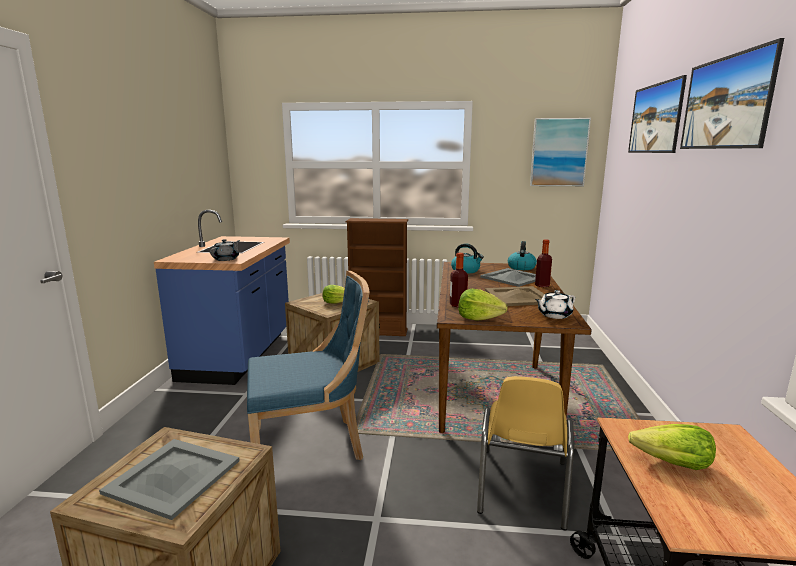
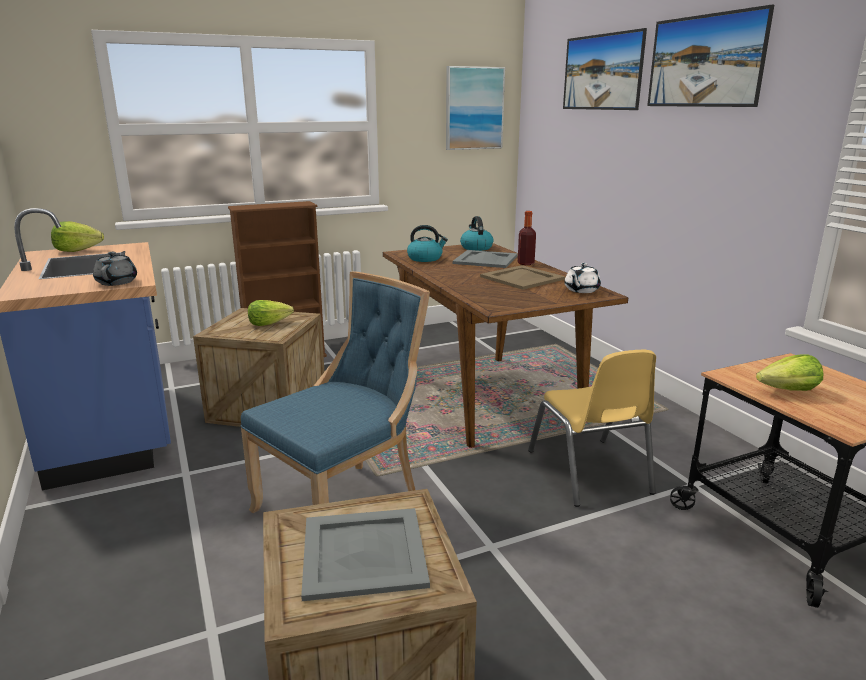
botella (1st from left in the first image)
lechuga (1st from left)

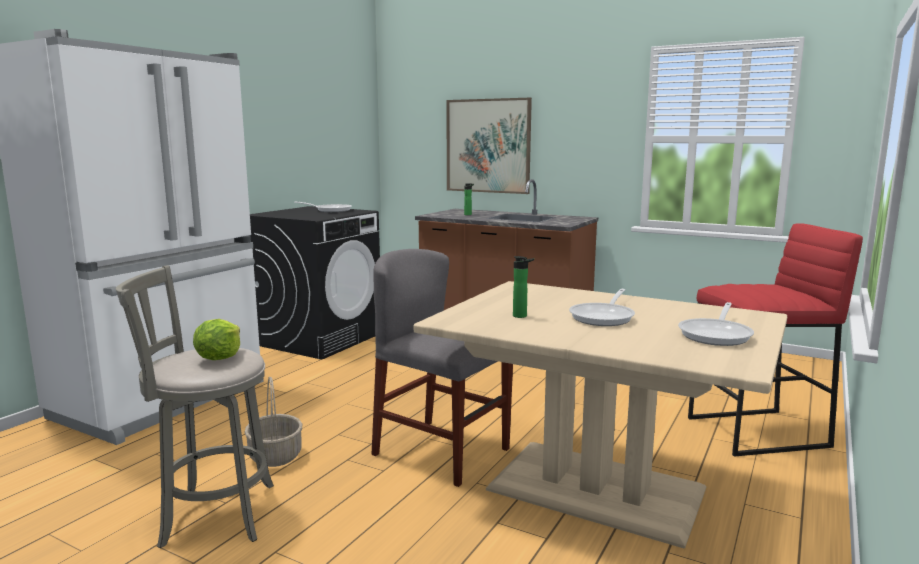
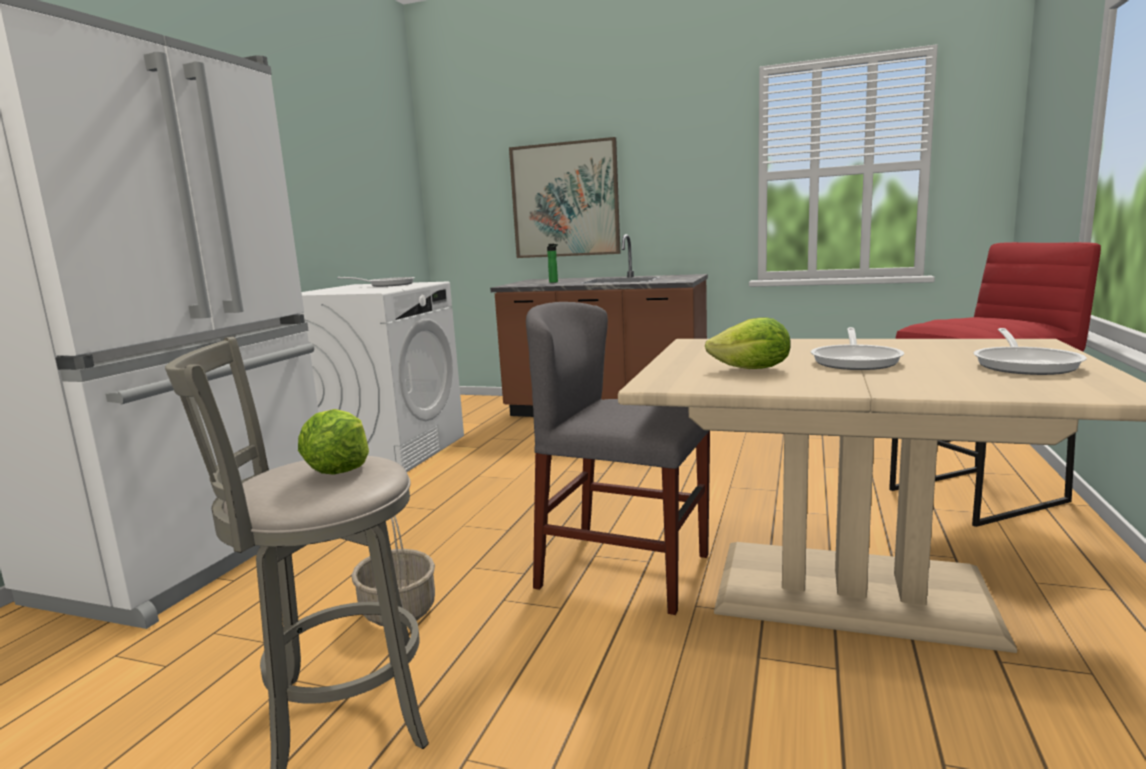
lavadora [blanco]
lechuga (2nd from left)

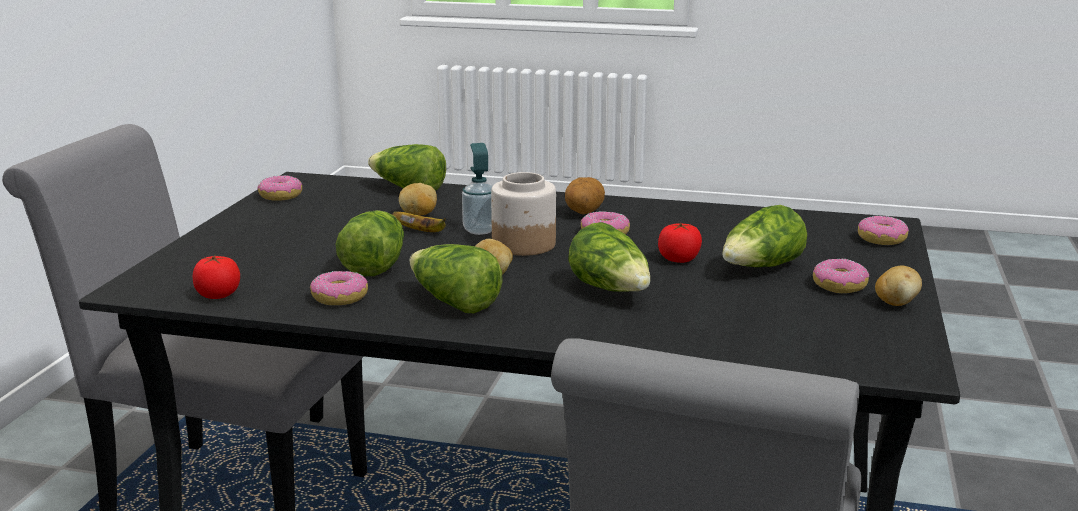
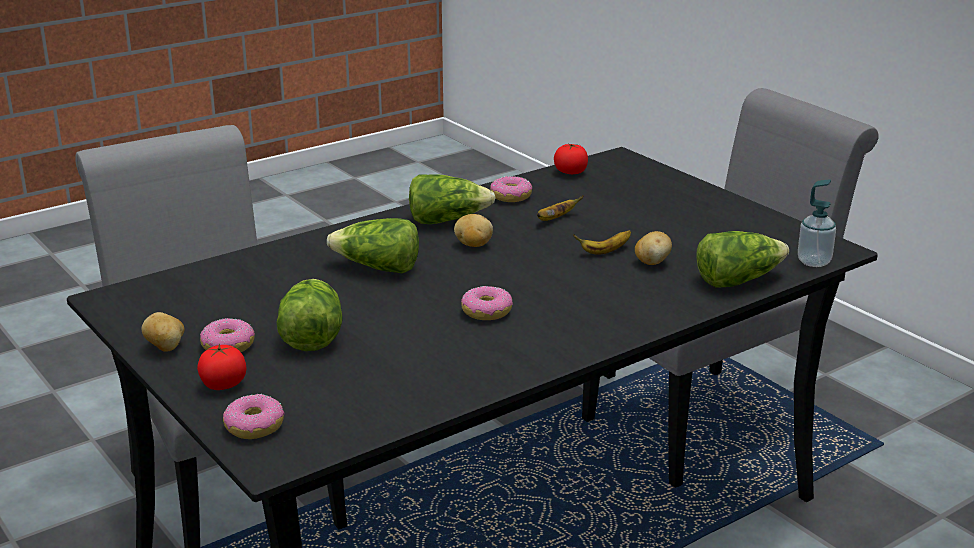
rosquilla (1st from left in the first image)
plátano (1st from left)
dispensador de jabón
tarro
patata (3rd from left in the first image)
tomate (1st from left)

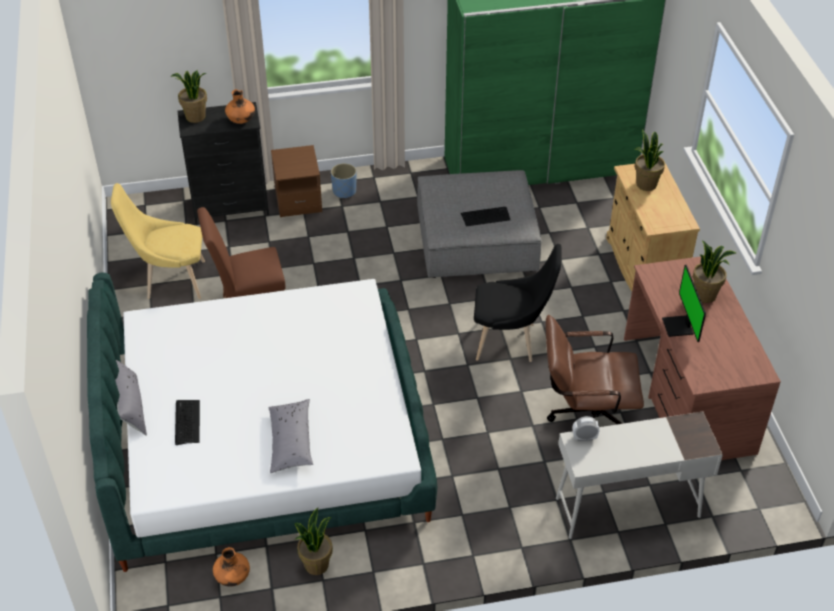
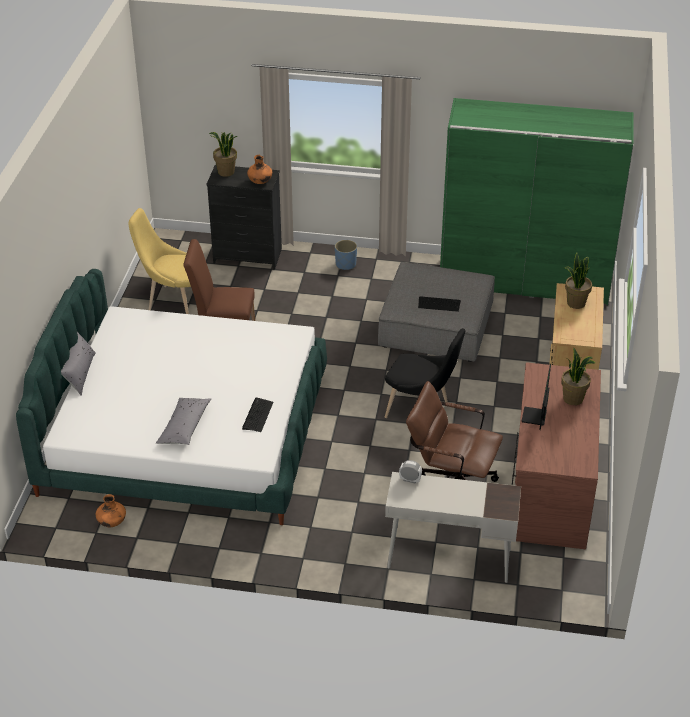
teclado (1st from left)
mesita de noche [marrón]
planta en maceta (2nd from left in the first image)

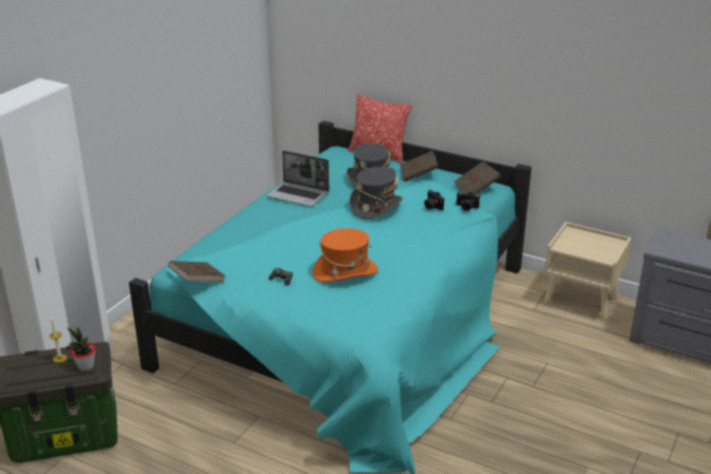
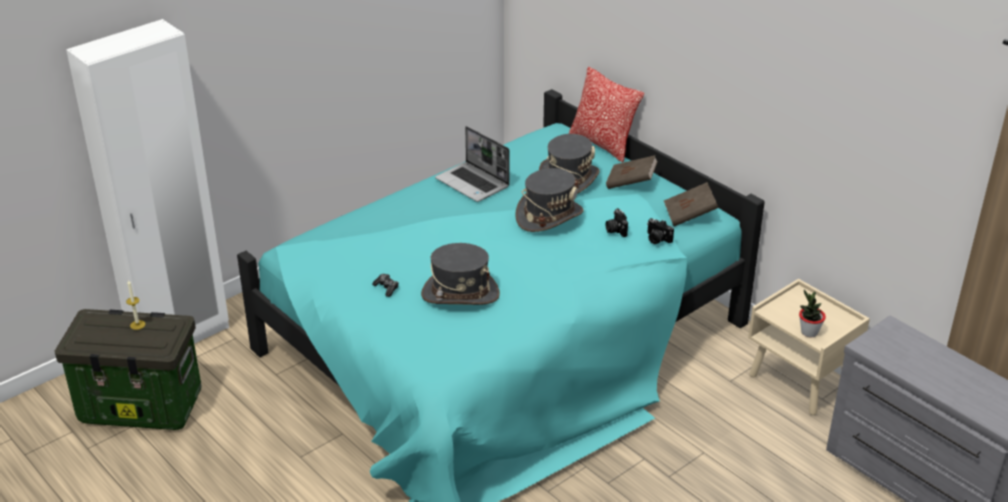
planta en maceta
libro [marrón] (1st from left in the first image)
sombrero [gris] (1st from left)

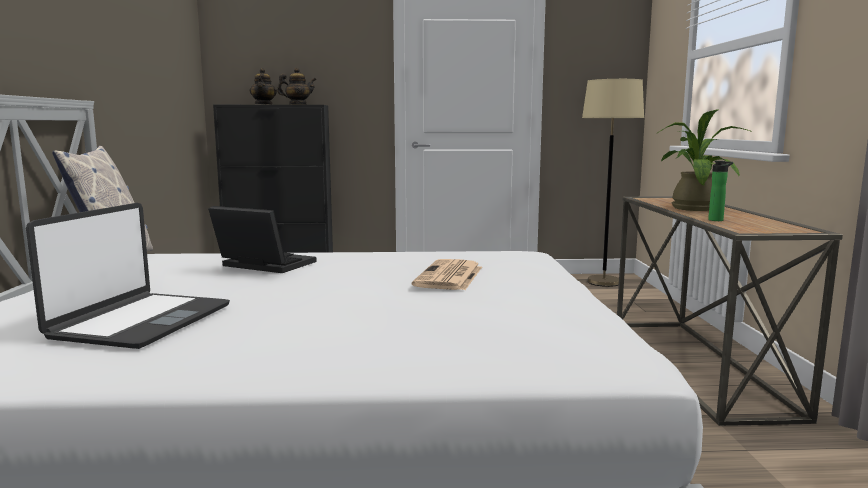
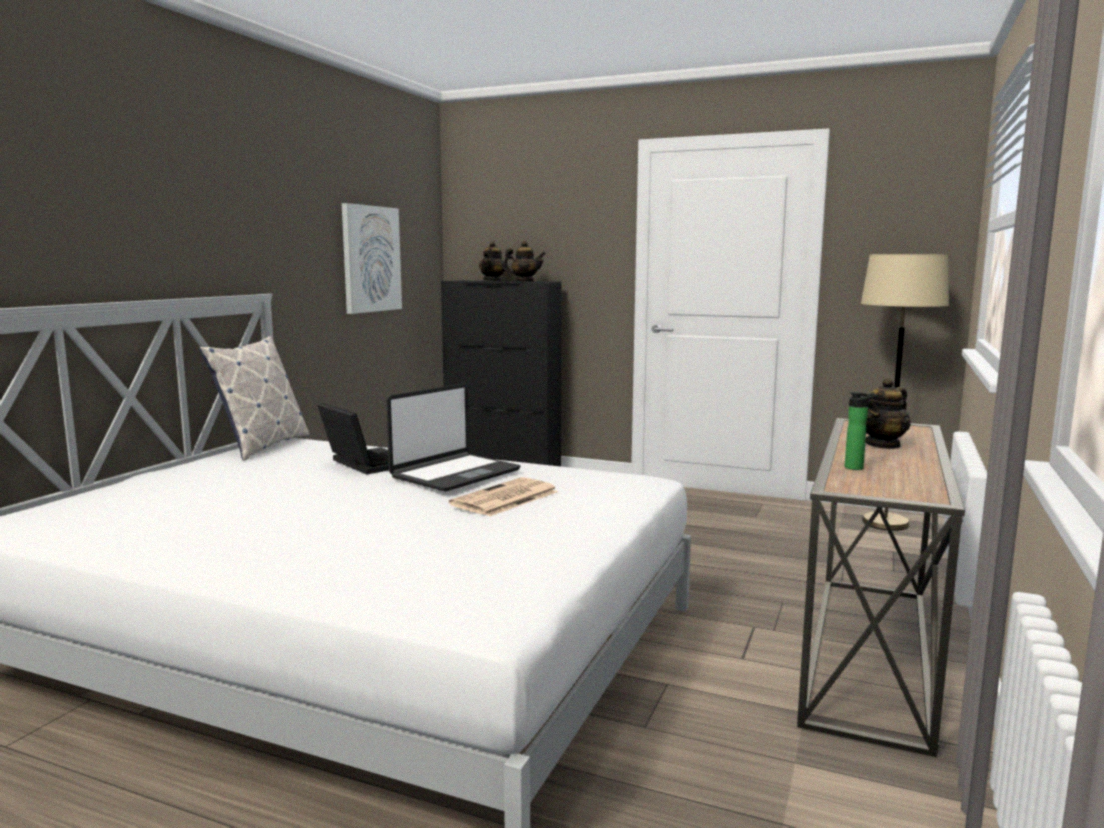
portátil (2nd from left)
tetera (3rd from left)
cuadro

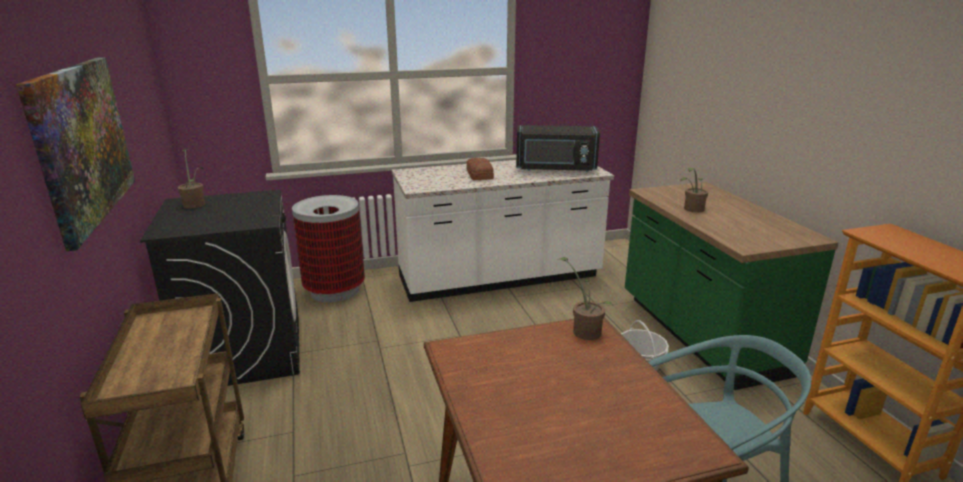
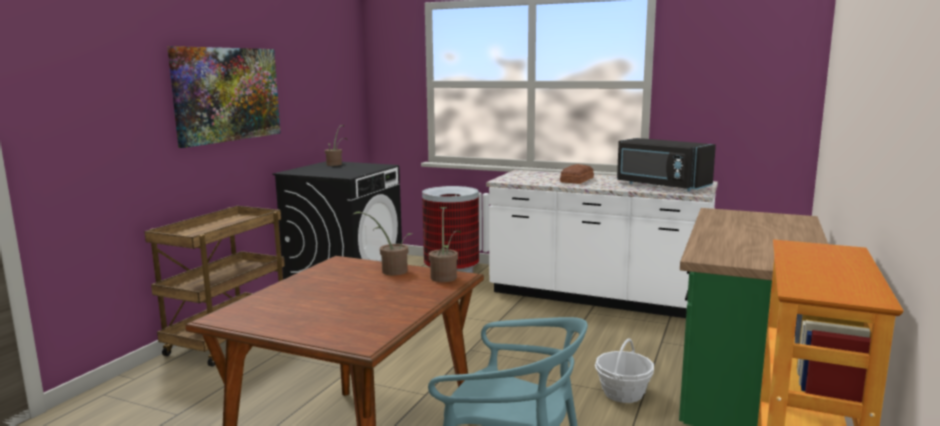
planta en maceta (2nd from left)

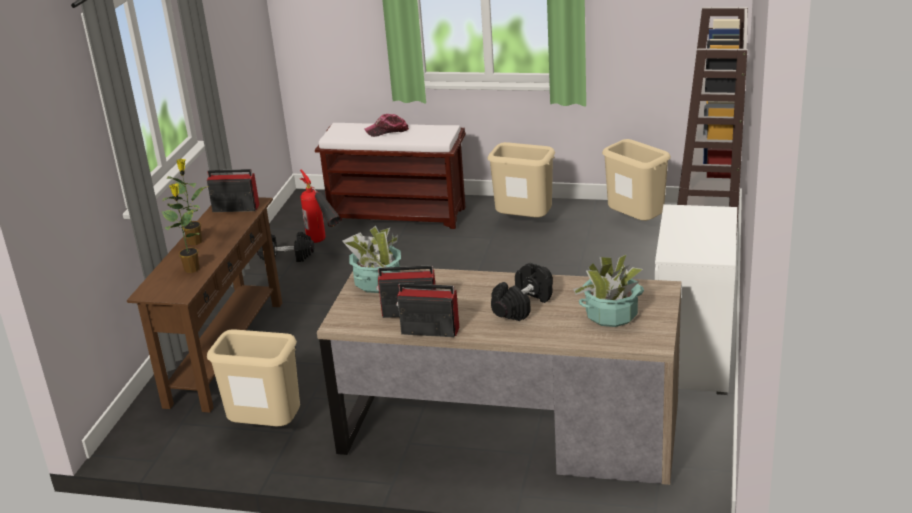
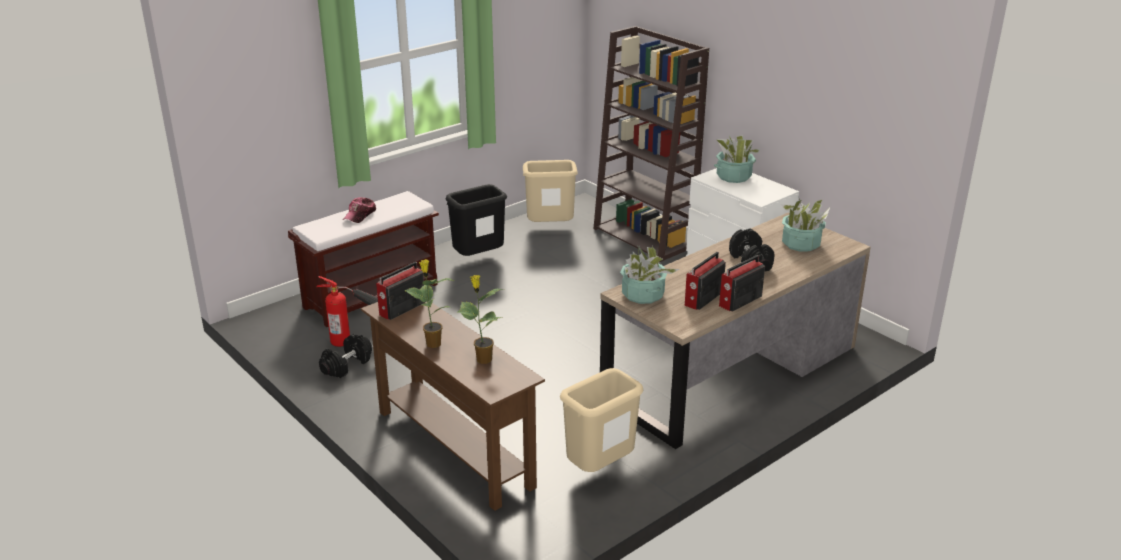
papelera [negro]
planta en maceta (4th from left)

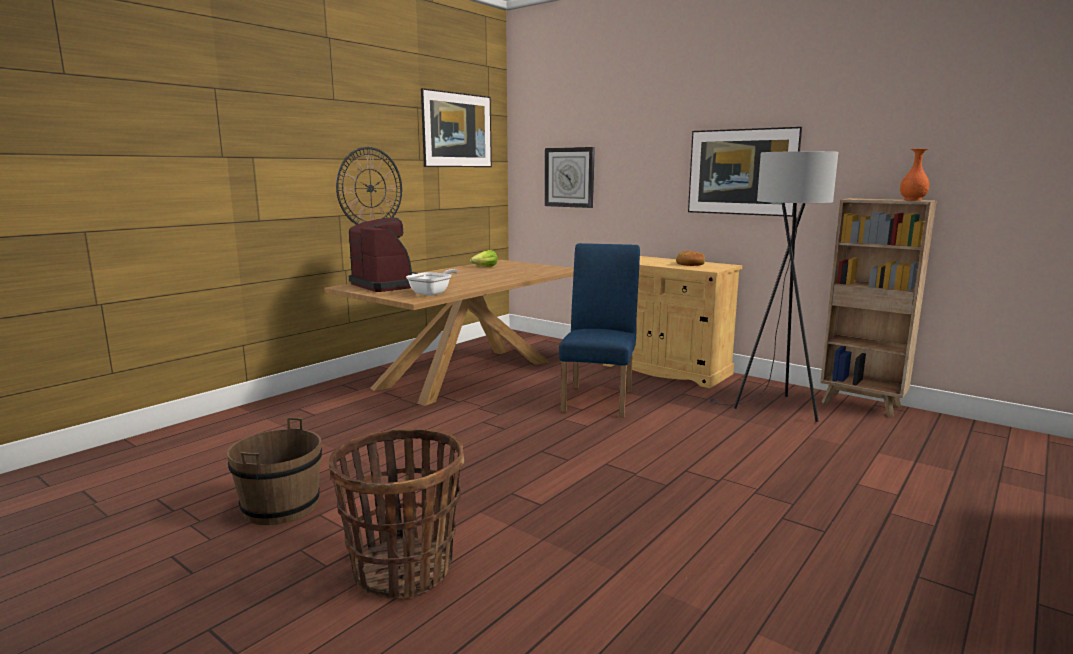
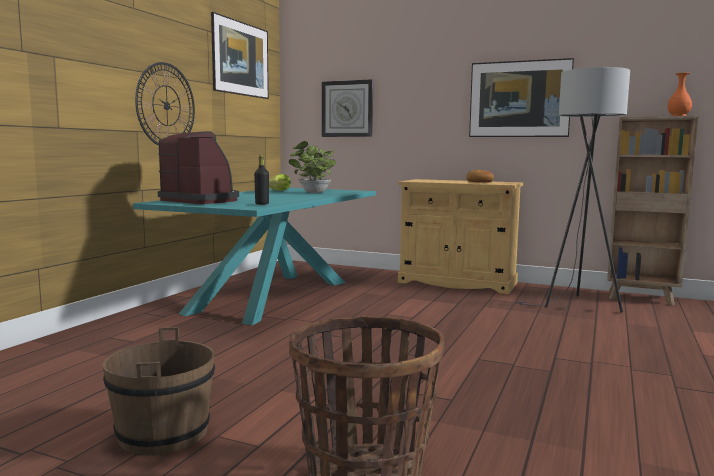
mesa de comedor [turquesa]
botella [negro]
silla [azul]
planta en maceta

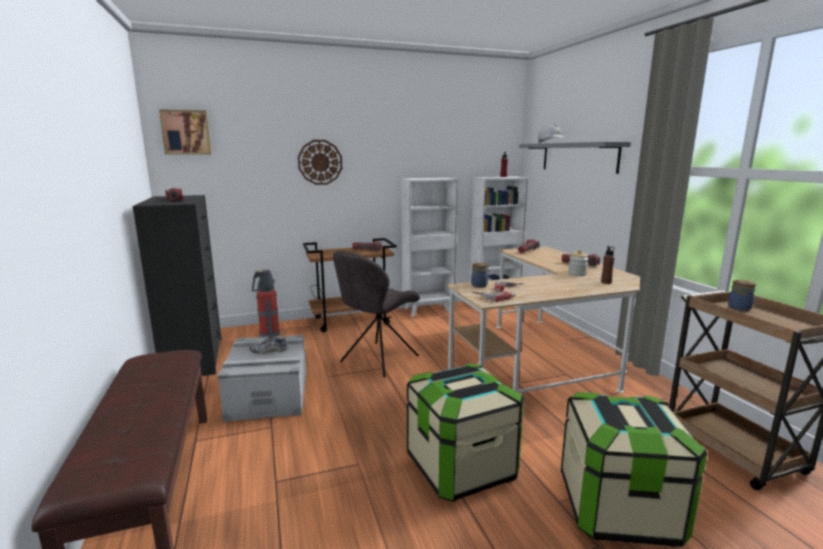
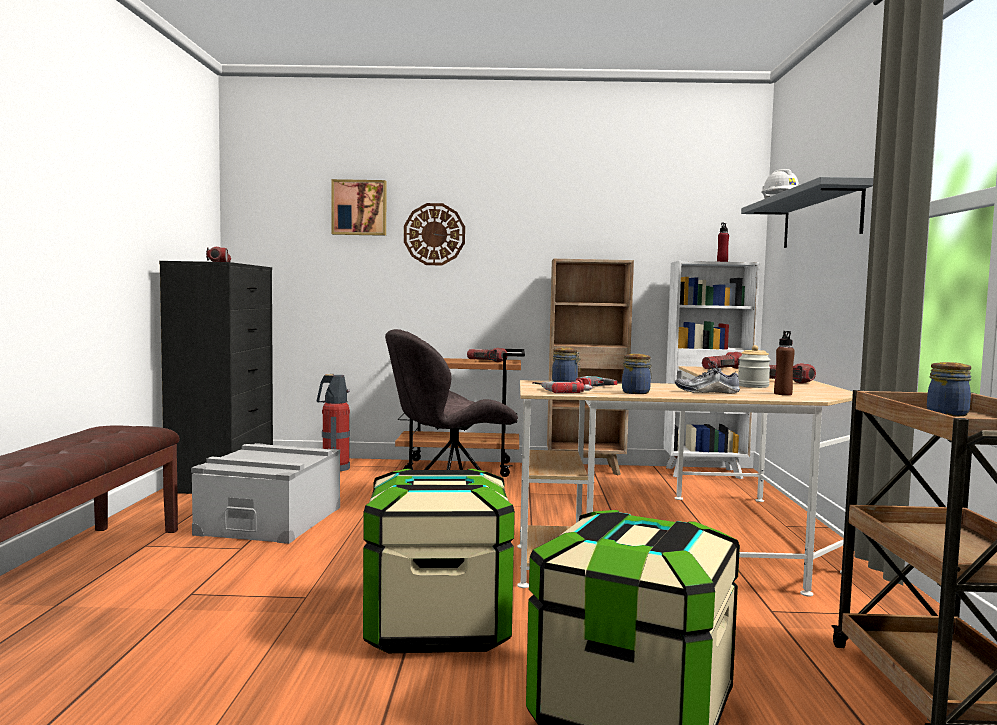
cuadro
zapato
estantería [marrón]
tarro (2nd from left)

